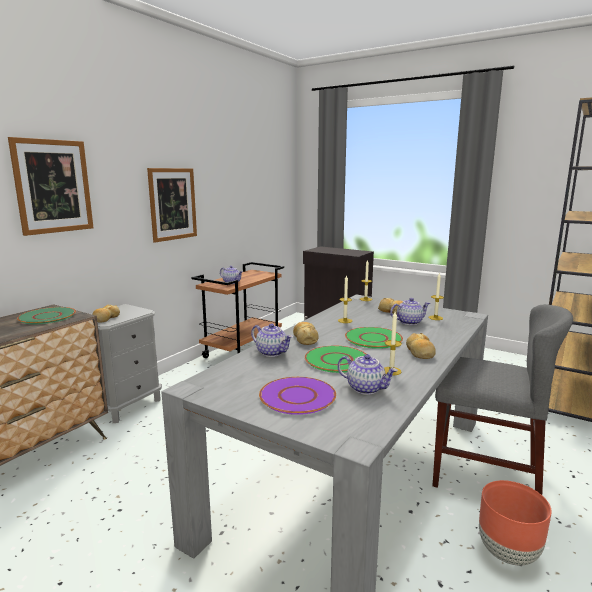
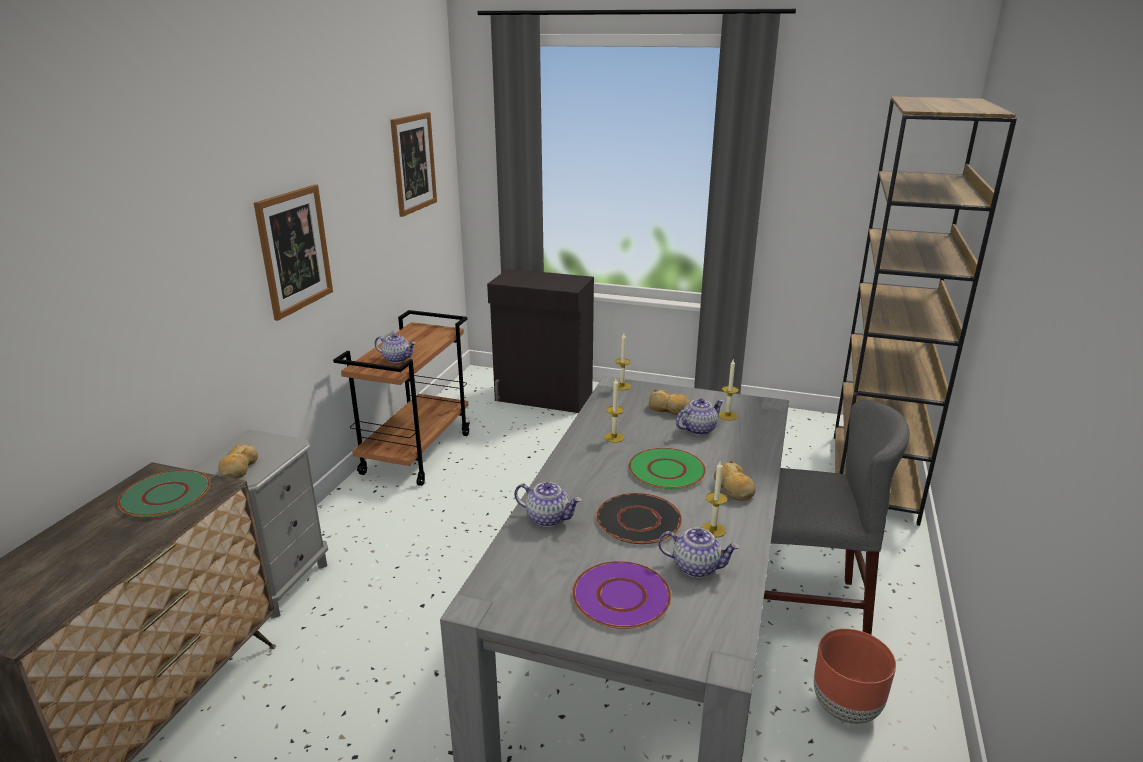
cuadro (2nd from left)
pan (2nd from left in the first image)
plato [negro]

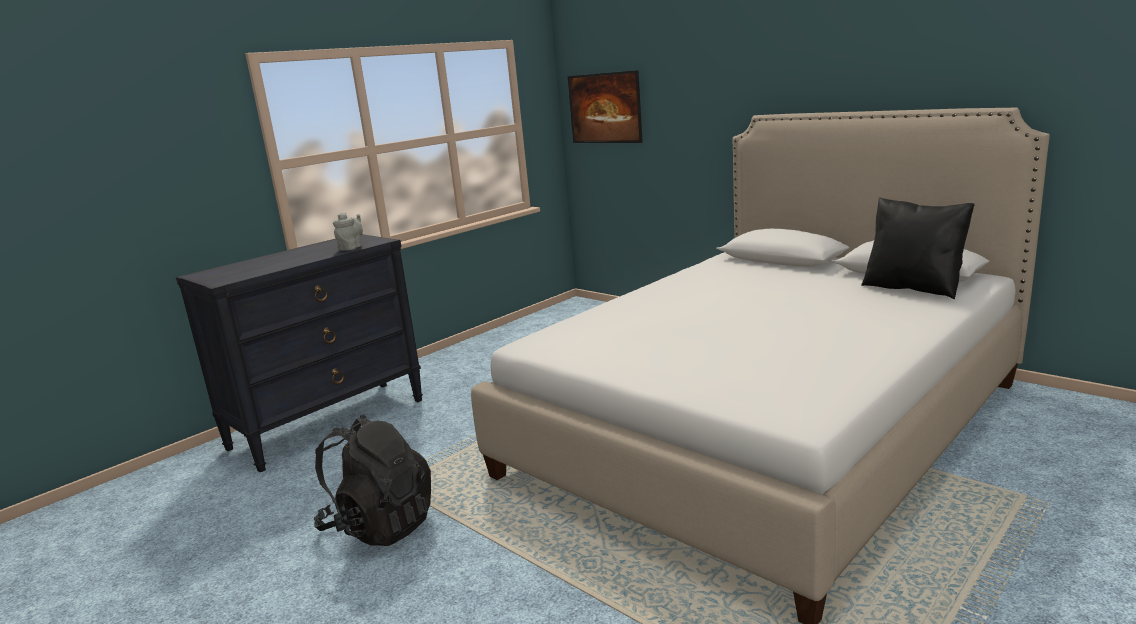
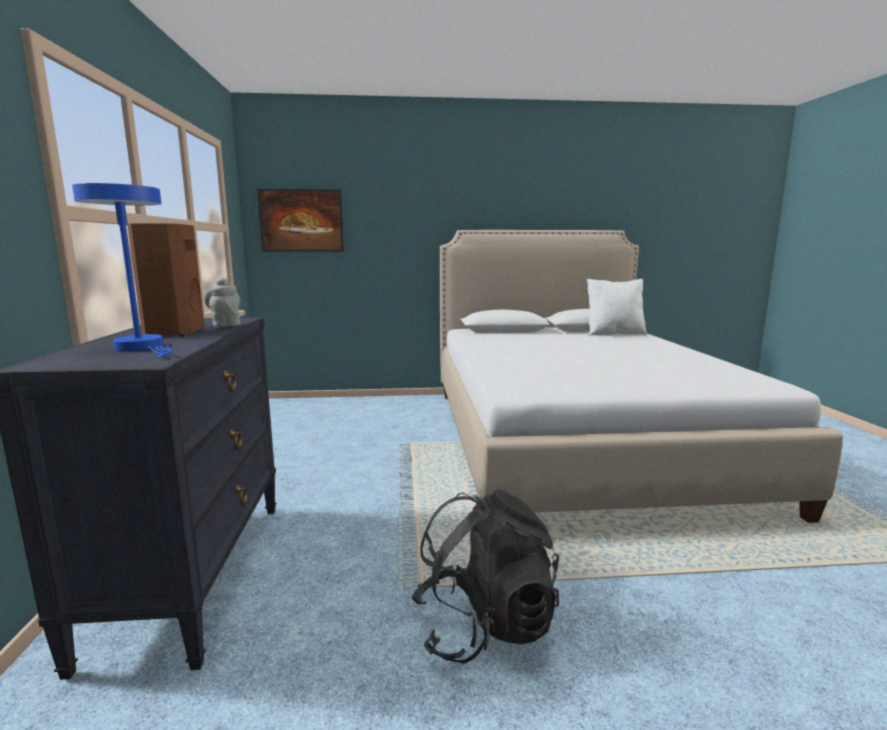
cojín [blanco]
lámpara de mesa [azul]
altavoz [marrón]

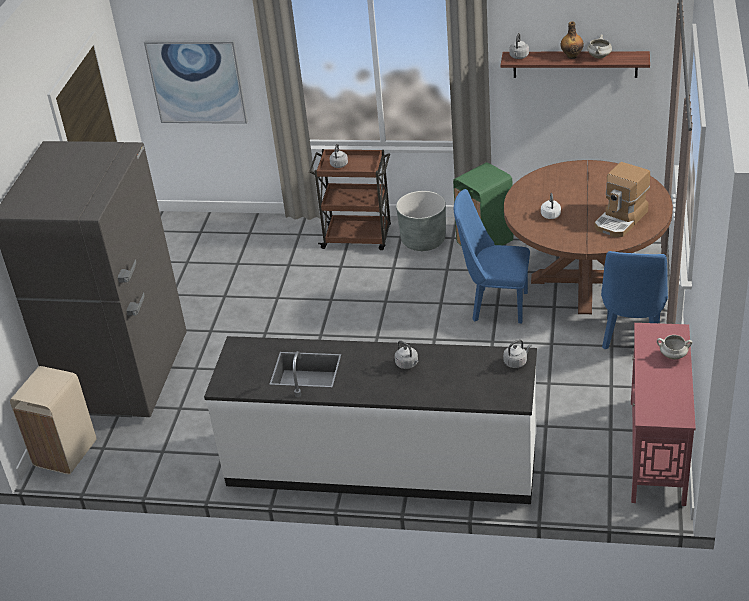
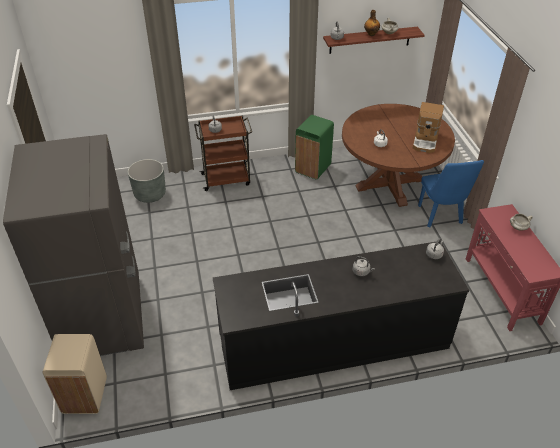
cuadro
mueble bajo de cocina [negro]
maceta [gris]
silla [azul] (1st from left in the first image)

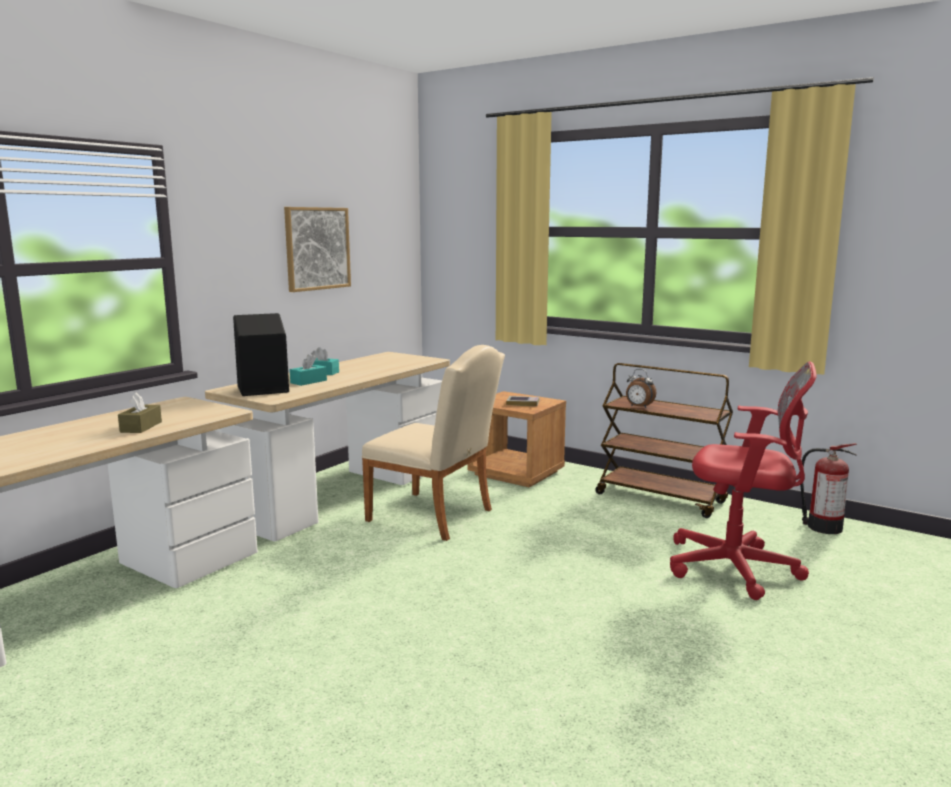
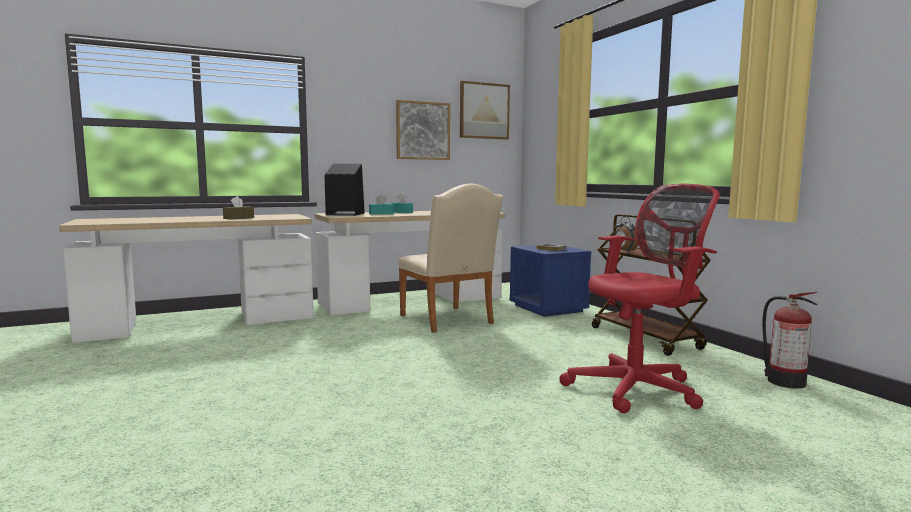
mesita de noche [azul]
silla de oficina [rojo]
cuadro (2nd from left)

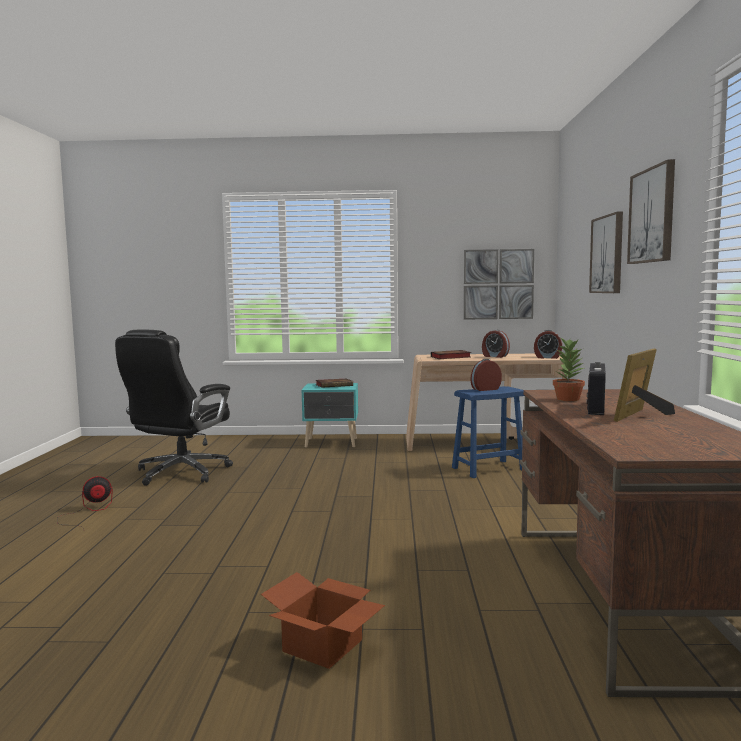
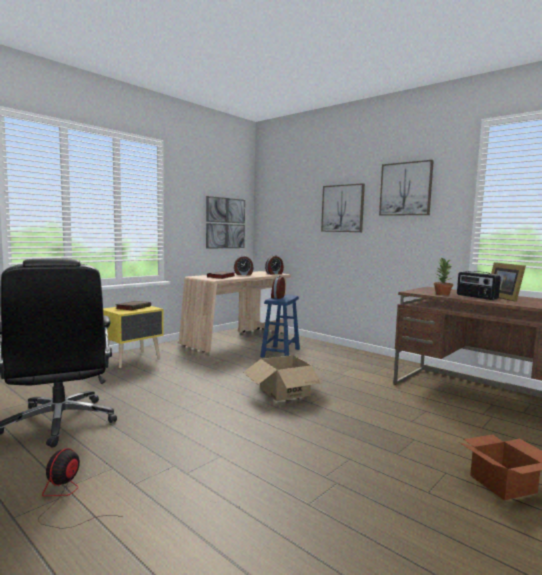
mesita de noche [amarillo]
caja de cartón (1st from left)

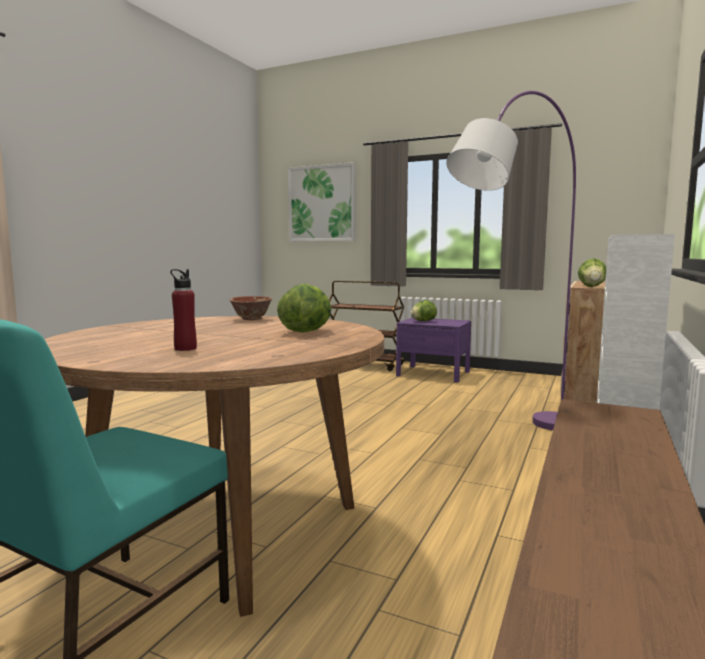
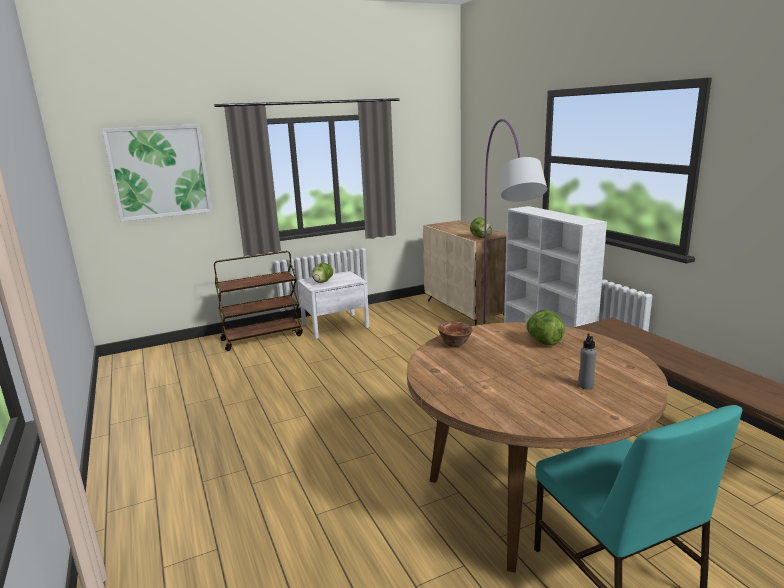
botella [gris]
mesita de noche [blanco]

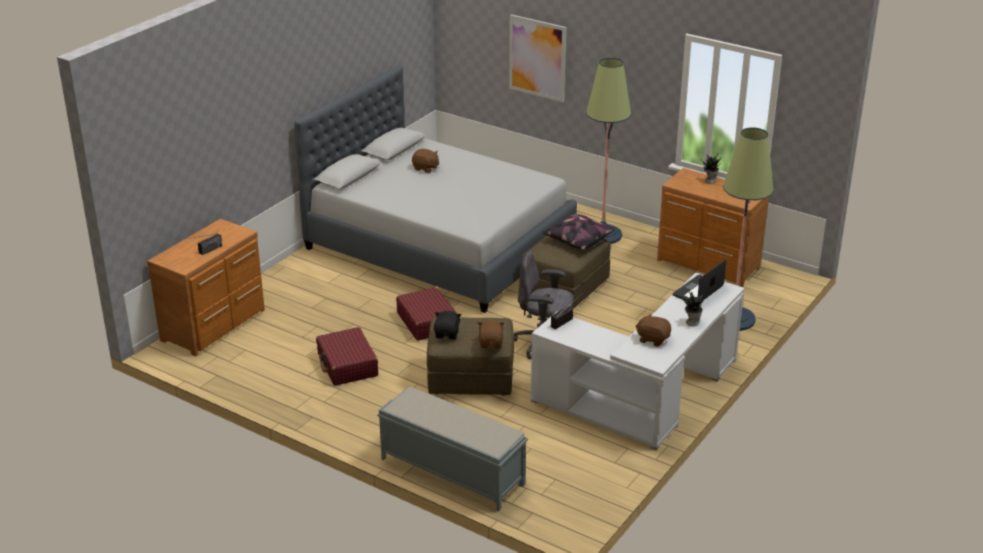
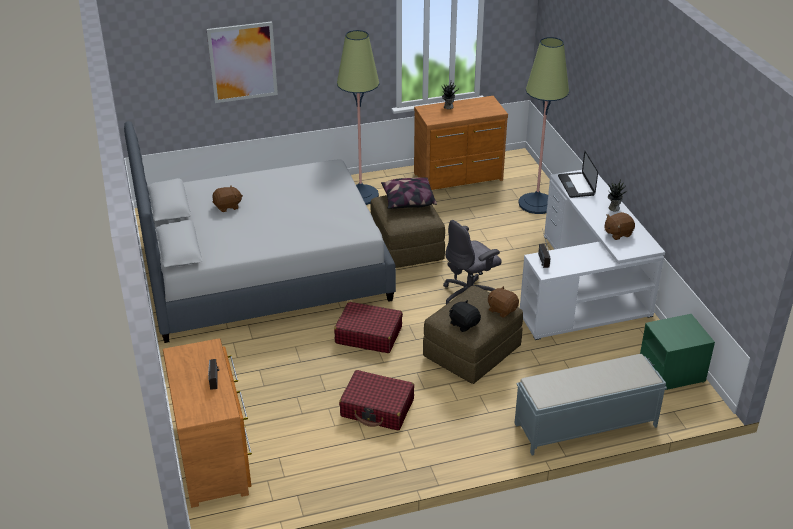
mesita de noche [verde]

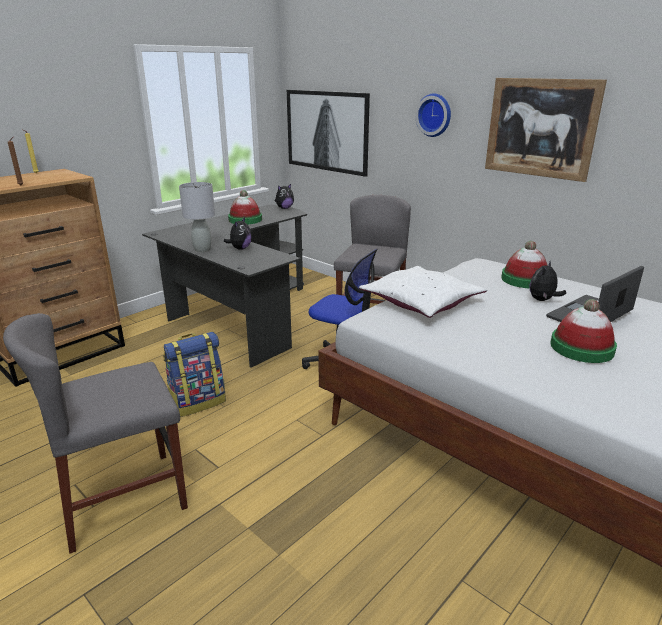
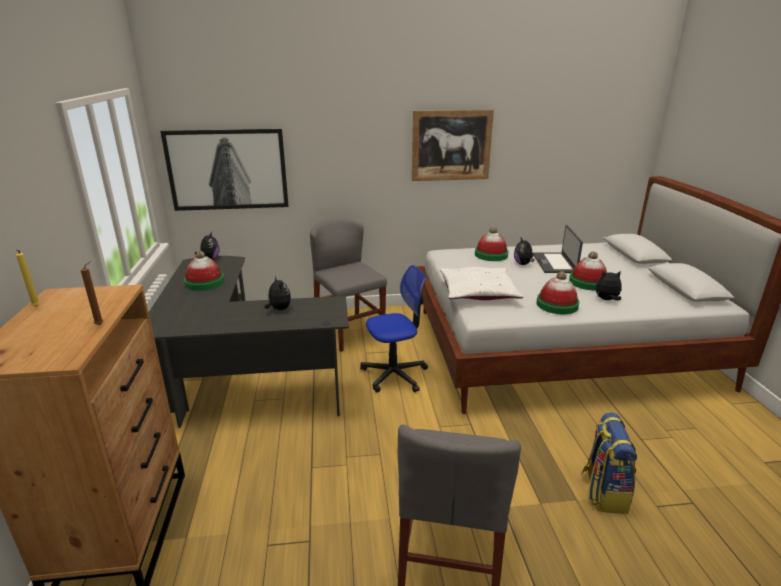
mochila
lámpara de mesa [gris]
reloj de pared
sombrero (3rd from left)
peluche (4th from left)

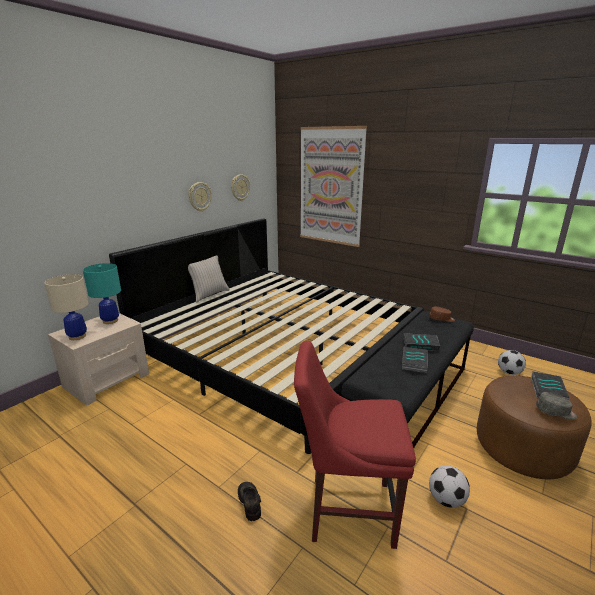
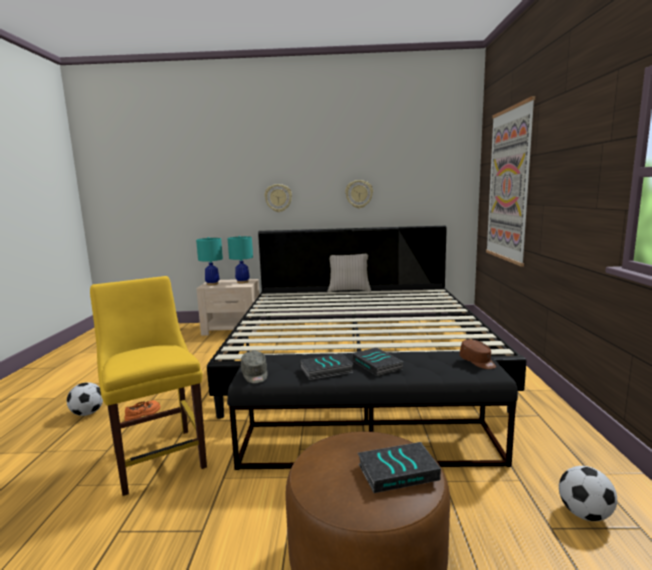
lámpara de mesa [turquesa] (1st from left)
reloj de pared (1st from left)
zapato [naranja]
silla [amarillo]
balón de fútbol (1st from left)
gorra [gris]

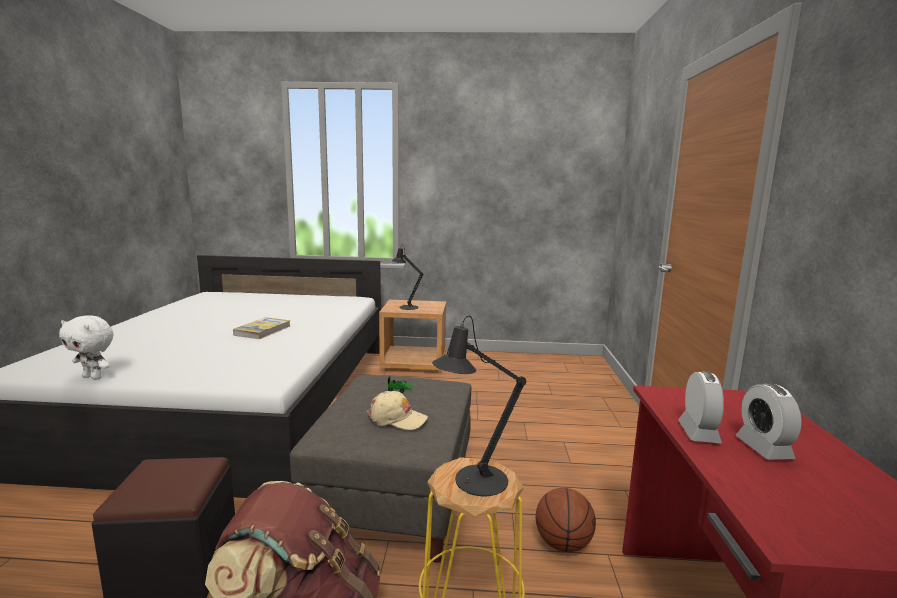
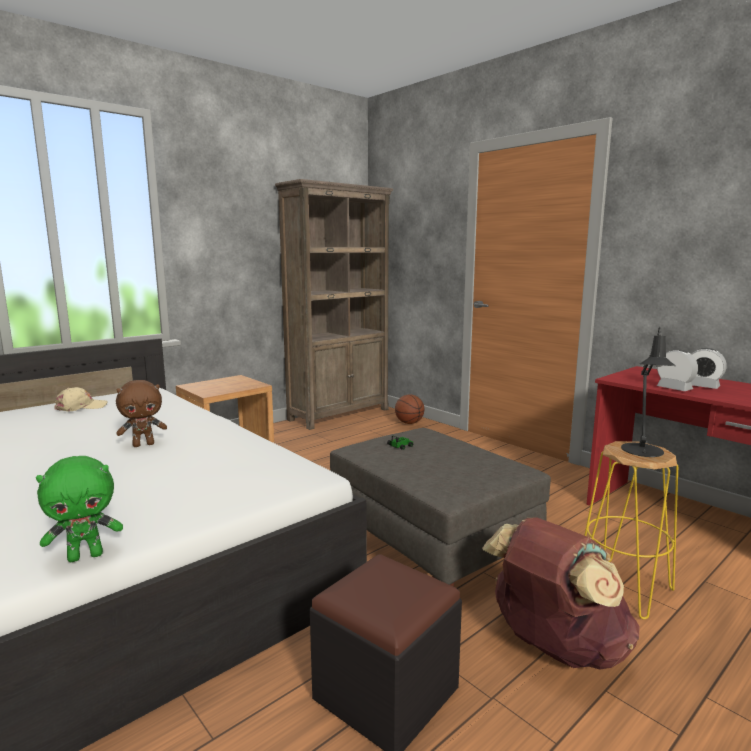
peluche [verde]
peluche [marrón]
gorra [beis]
lámpara de mesa [negro] (1st from left in the first image)
balón de baloncesto
estantería [marrón]

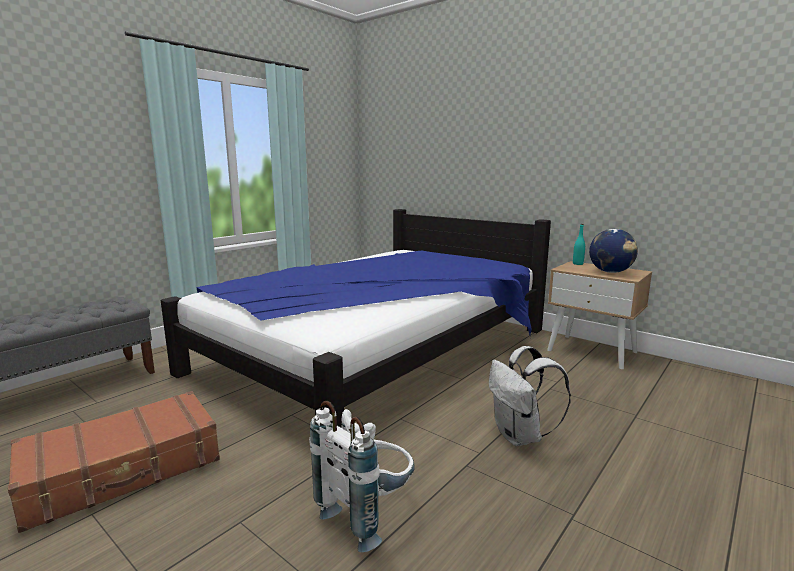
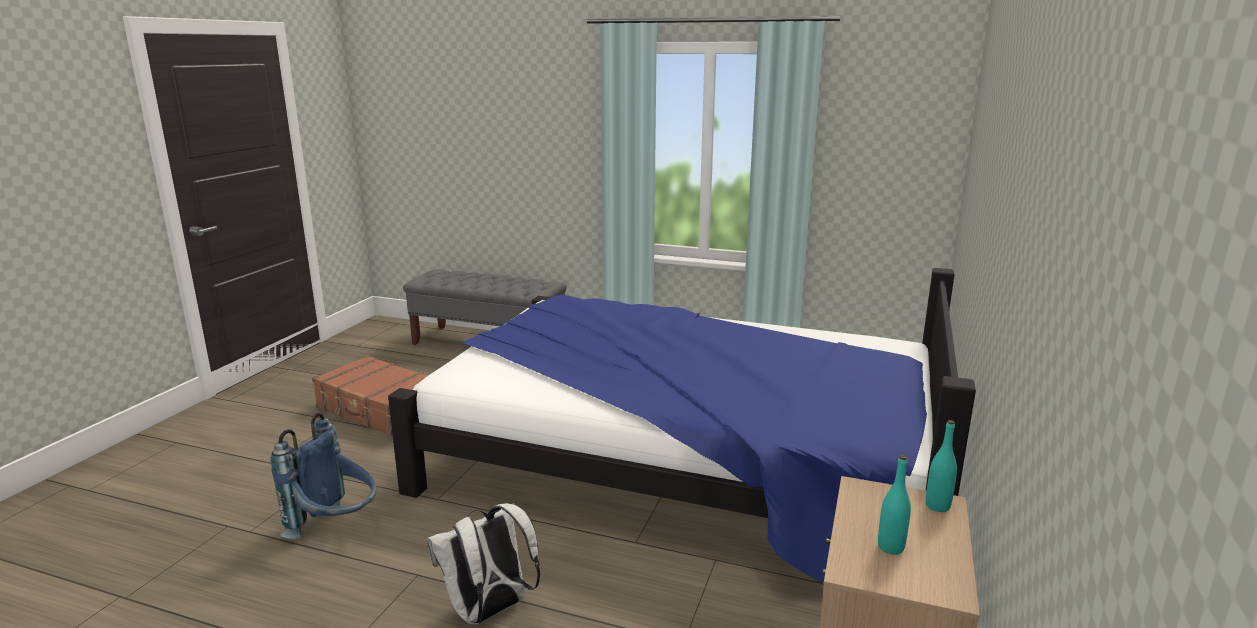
mochila [azul]
botella [turquesa] (1st from left)

